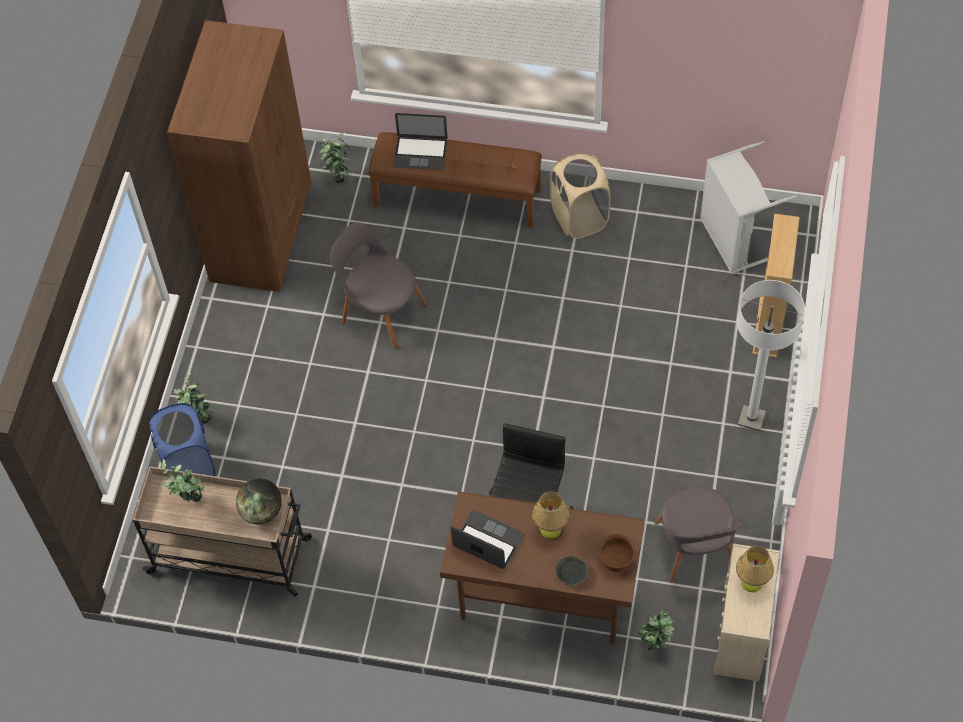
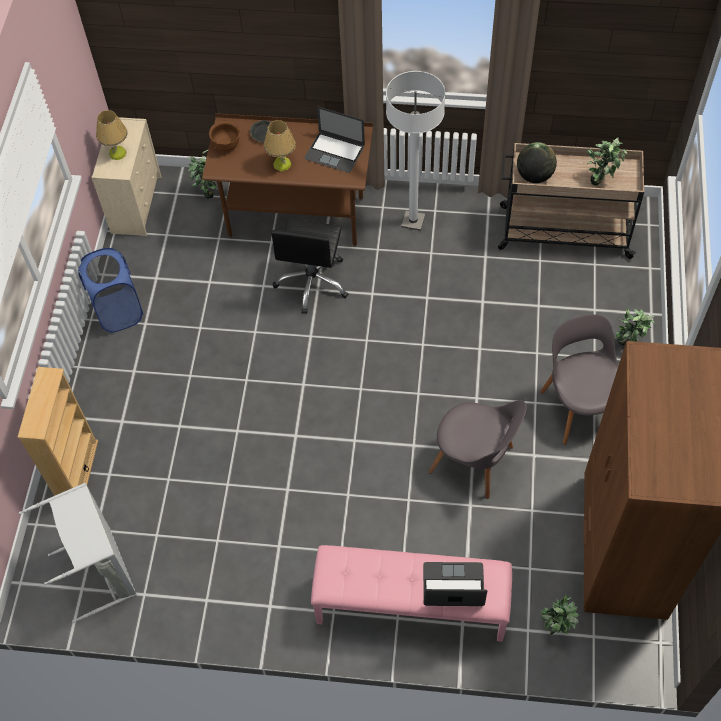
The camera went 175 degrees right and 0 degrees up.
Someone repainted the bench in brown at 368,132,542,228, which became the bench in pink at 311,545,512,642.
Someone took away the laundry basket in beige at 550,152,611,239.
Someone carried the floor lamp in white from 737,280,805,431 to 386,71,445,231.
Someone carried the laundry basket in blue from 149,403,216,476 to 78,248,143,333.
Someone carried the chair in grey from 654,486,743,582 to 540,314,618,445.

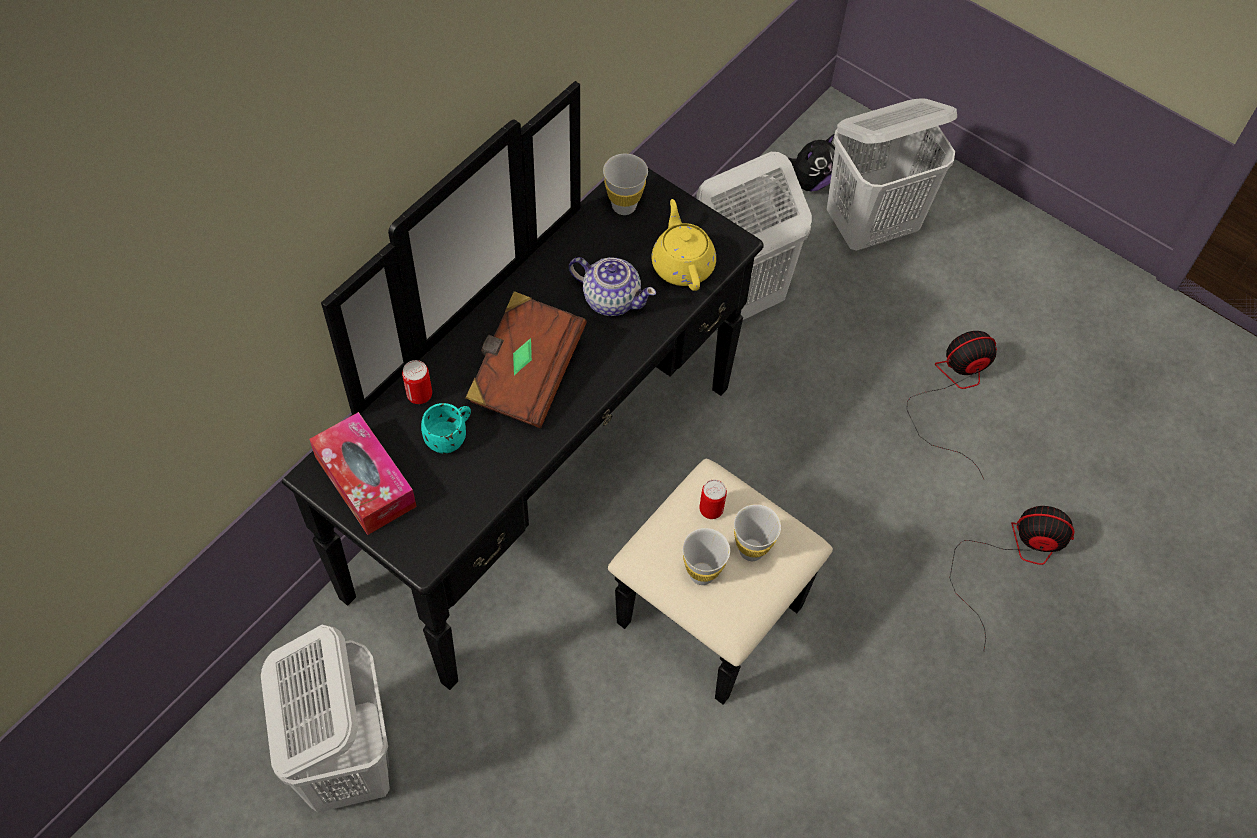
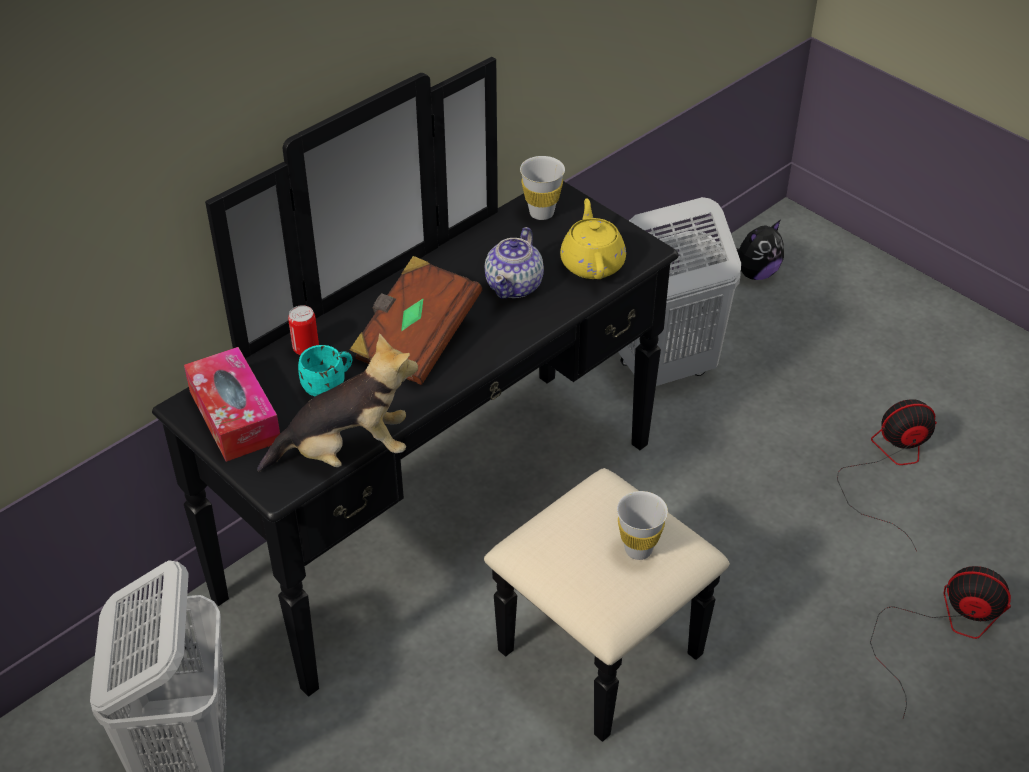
The camera went 10 degrees right and 15 degrees down.
Someone took away the laundry basket in white at 827,98,957,251.
Someone rotated the teapot at 569,257,656,316 by 75 degrees clockwise.
Someone took away the can at 699,480,727,519.
Someone took away the cup in white at 682,528,730,585.
Someone put down the plush toy at 257,333,418,472.

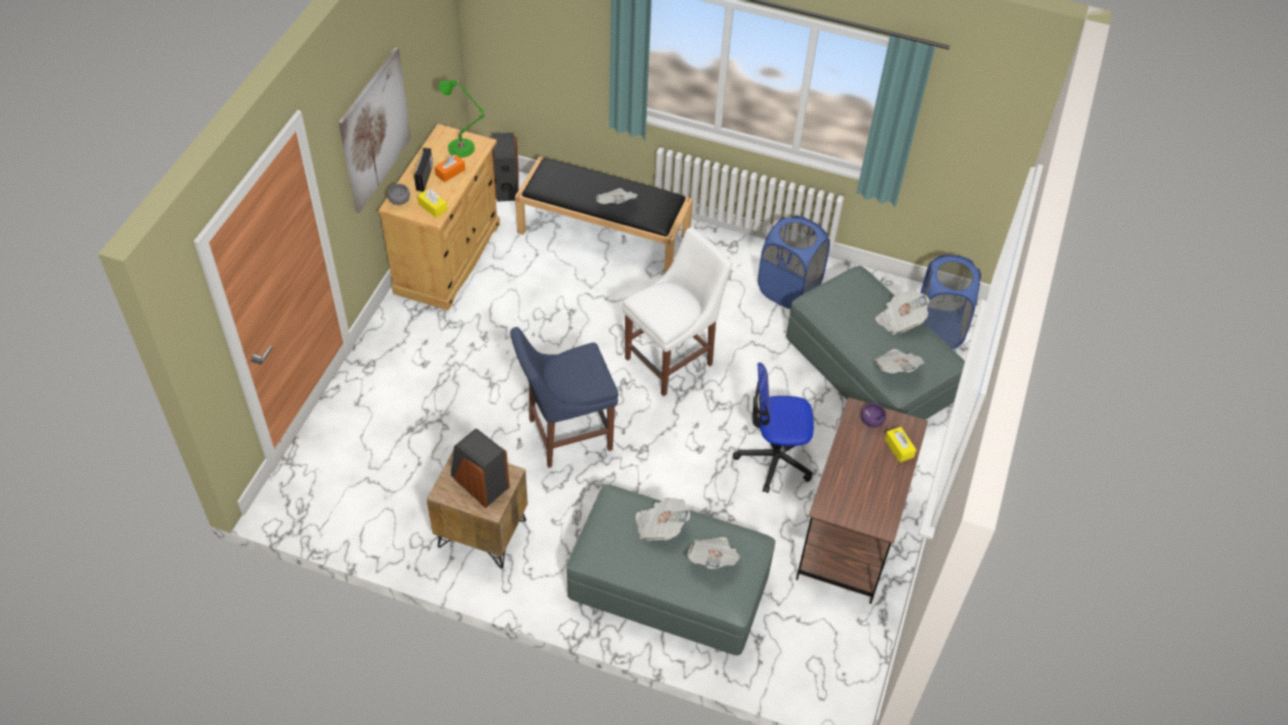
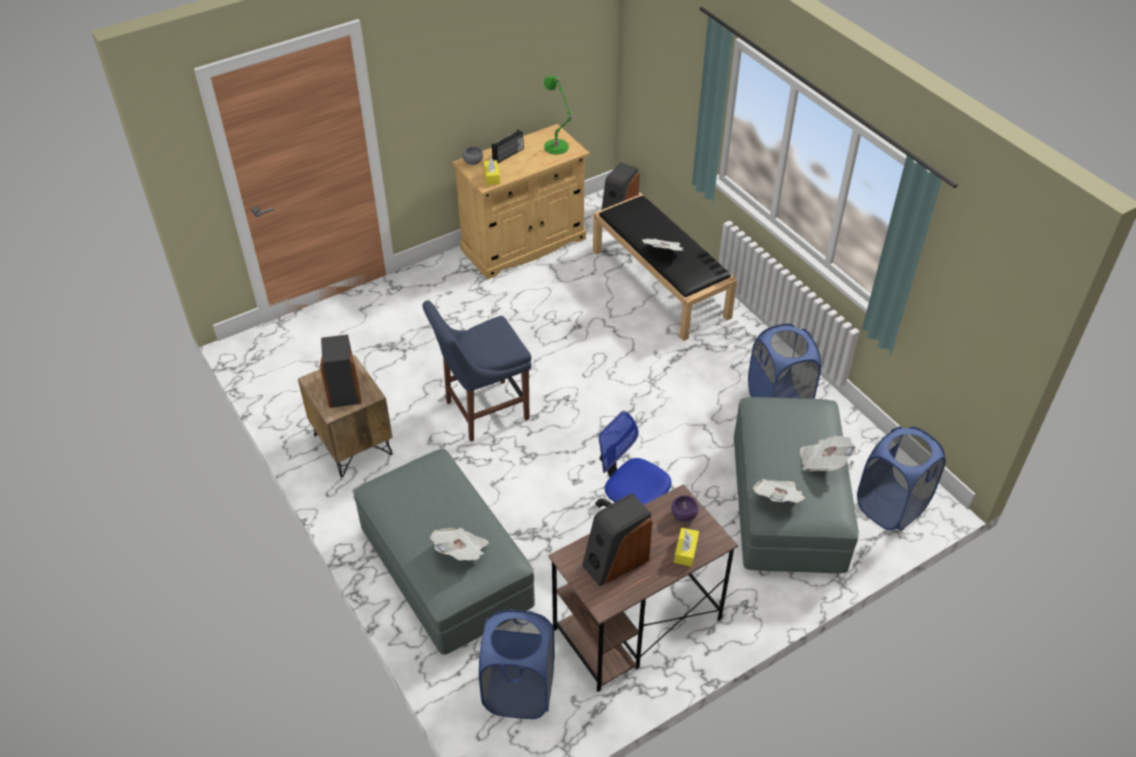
The camera went 40 degrees right and 5 degrees down.
Someone took away the picture at 339,47,411,213.
Someone took away the tissue box in orange at 435,154,465,182.
Someone took away the chair in white at 623,227,732,396.
Someone rotated the chair in blue at 510,327,619,468 by 45 degrees counterclockwise.
Someone took away the newspaper at 636,497,690,541.
Someone put down the speaker at 582,493,652,586.
Someone put down the laundry basket in blue at 479,609,555,719.

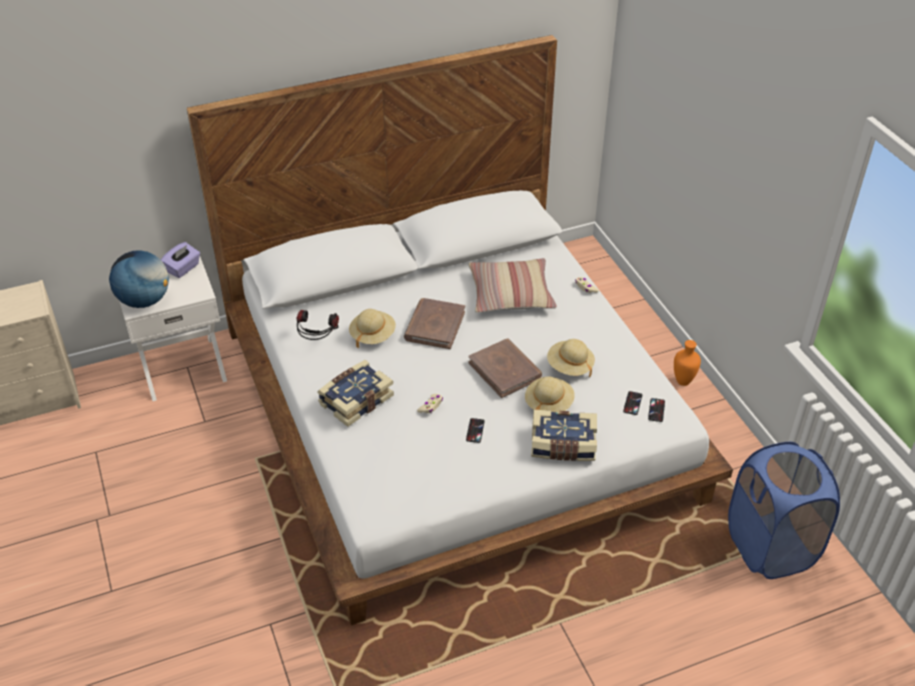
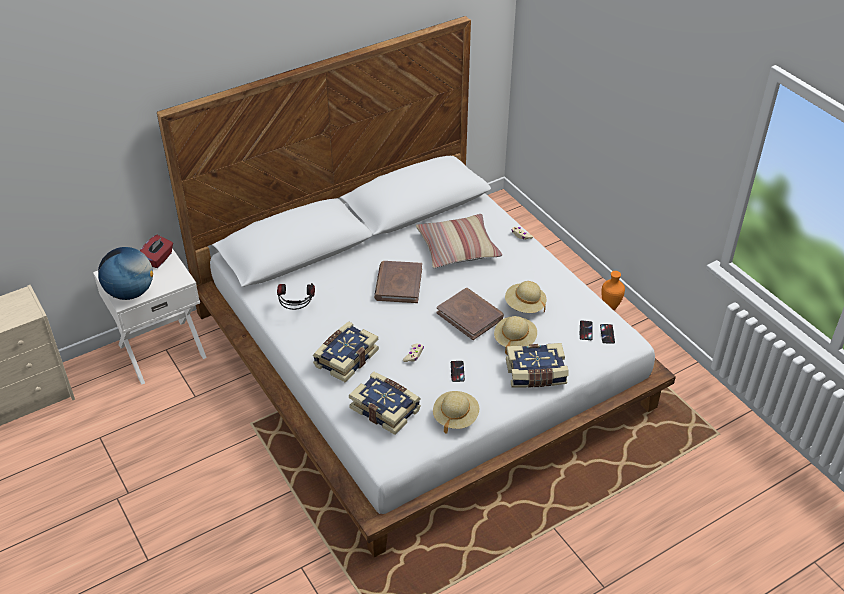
The camera went 10 degrees left and 0 degrees up.
Someone repainted the tissue box in purple at 161,242,200,278, which became the tissue box in red at 140,235,173,268.
Someone carried the hat in beige from 349,309,396,349 to 433,391,479,434.
Someone took away the laundry basket in blue at 728,442,840,579.
Someone put down the book at 349,372,421,435.

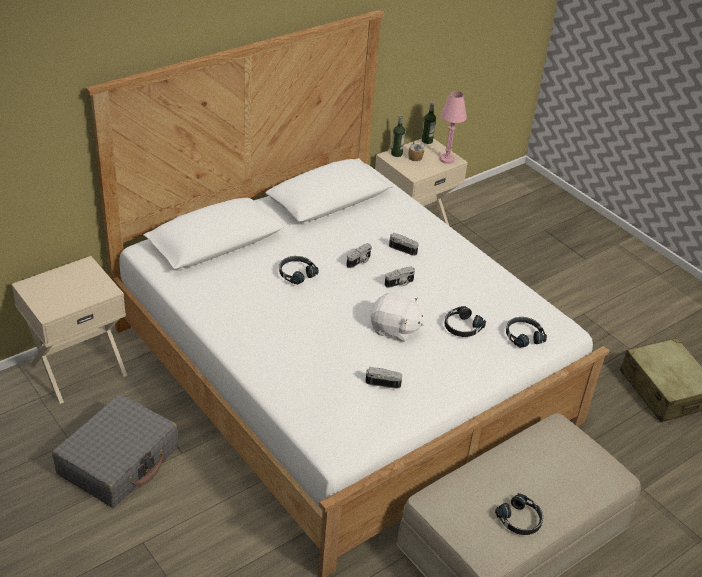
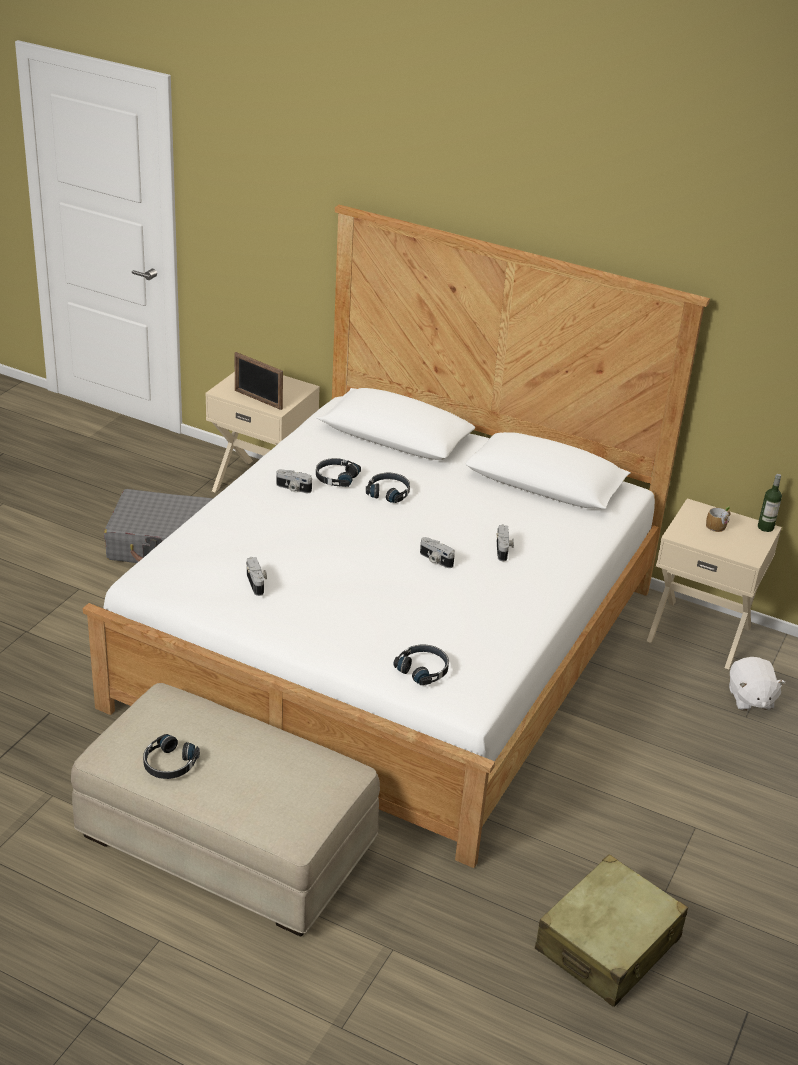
The camera went 65 degrees right and 5 degrees down.
Someone took away the table lamp in pink at 440,91,467,164.
Someone took away the bottle at 391,115,405,157.
Someone carried the photo camera from 346,243,372,268 to 276,469,312,493.
Someone carried the plush toy in white from 370,292,425,342 to 729,657,786,711.
Someone carried the headphones in black from 445,306,486,337 to 316,458,361,487.
Someone put down the picture frame at 234,352,283,410.

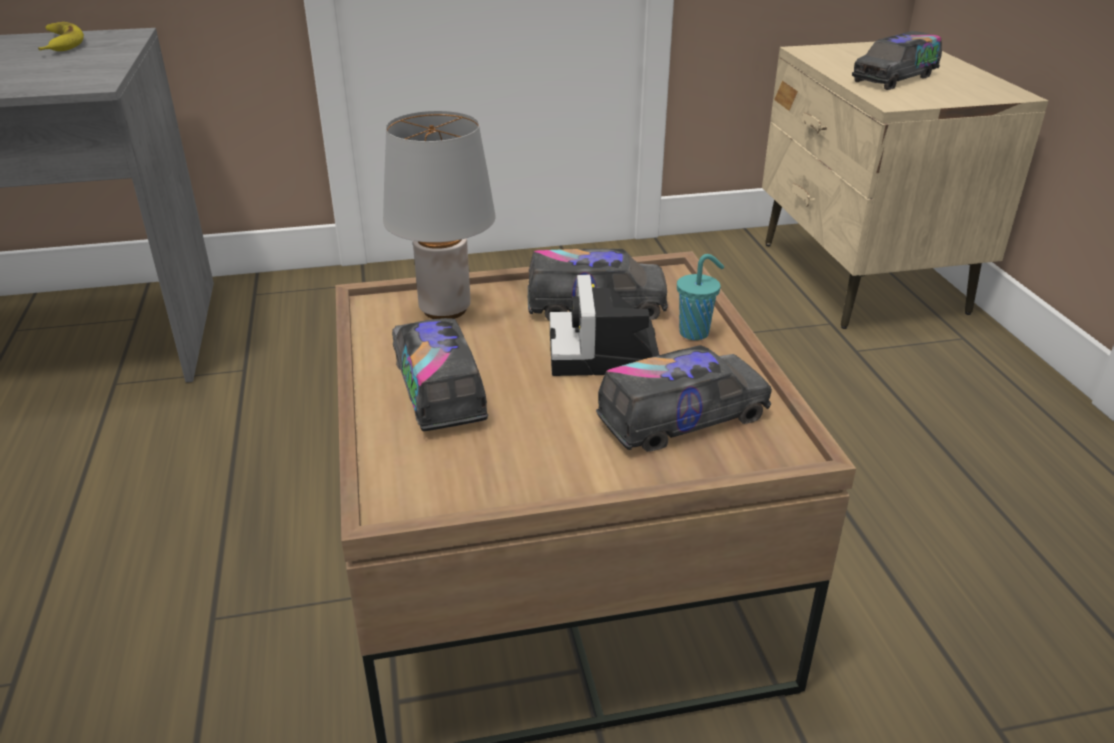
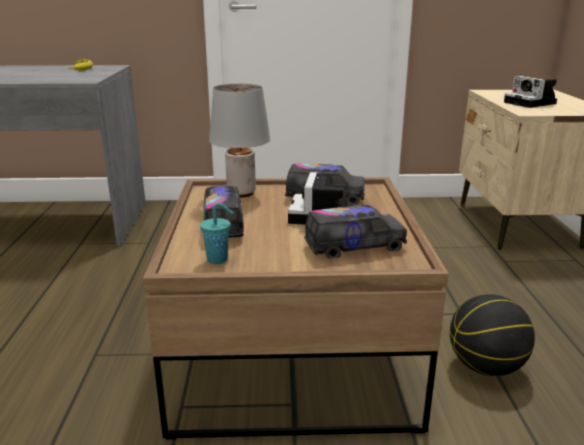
The camera went 10 degrees right and 10 degrees down.
Someone swapped the toy truck at 852,31,942,90 for the photo camera at 504,76,557,108.
Someone carried the cup in turquoise from 677,254,724,340 to 200,203,233,264.
Someone put down the basketball at 450,294,535,376.

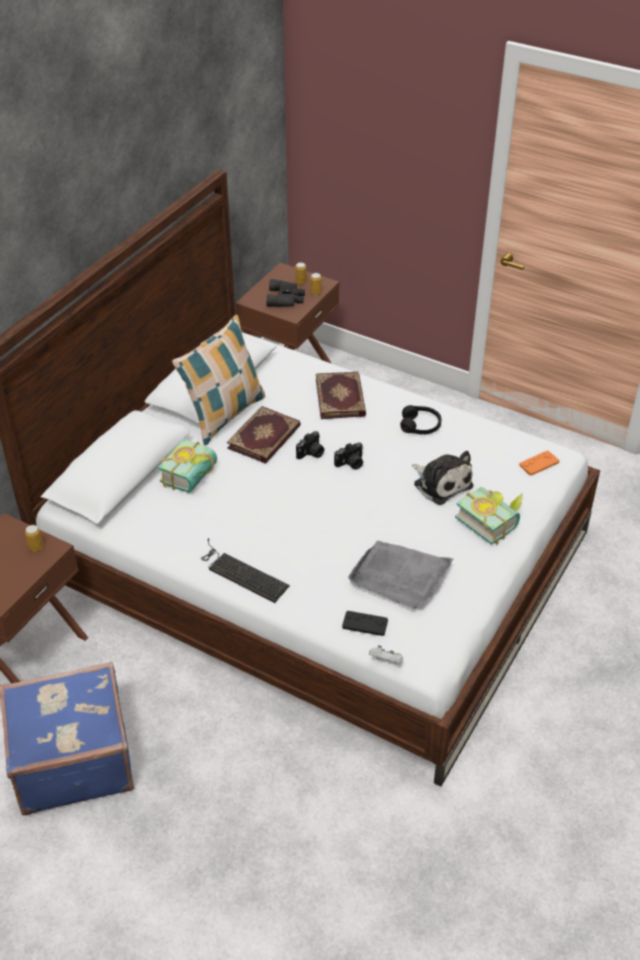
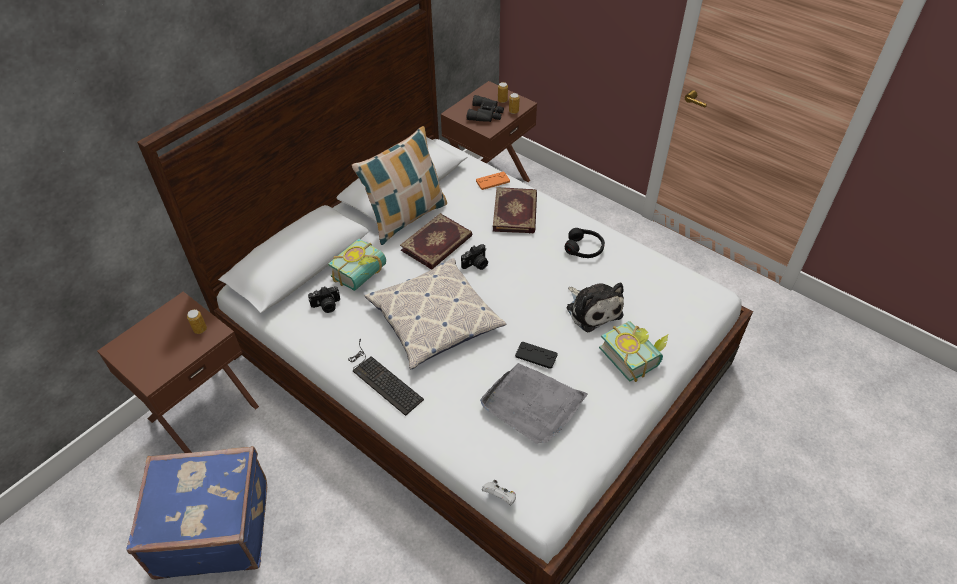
The camera went 10 degrees right and 5 degrees up.
Someone carried the photo camera from 334,442,363,470 to 308,286,340,313.
Someone carried the game controller in orange from 519,451,559,476 to 476,172,510,190.
Someone carried the game controller in black from 342,611,388,636 to 515,342,558,369.
Someone put down the pillow at 365,258,506,369.

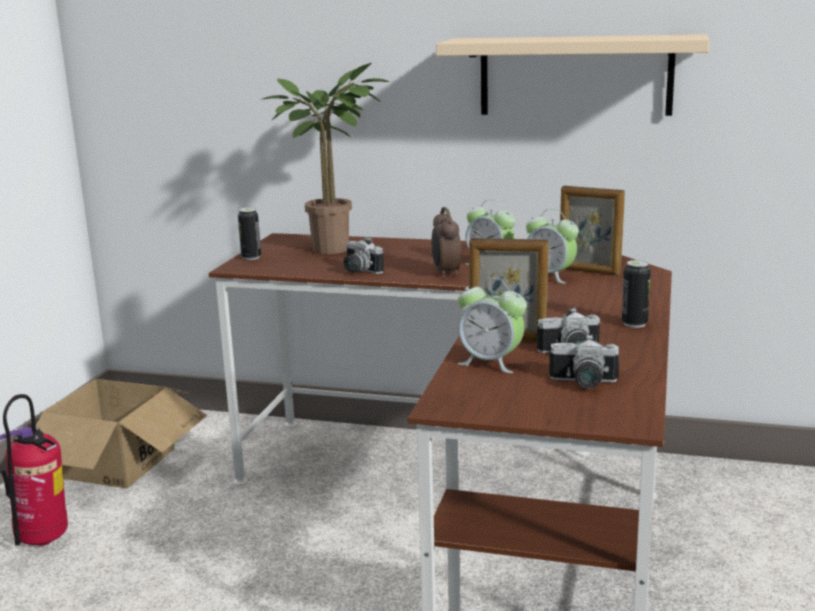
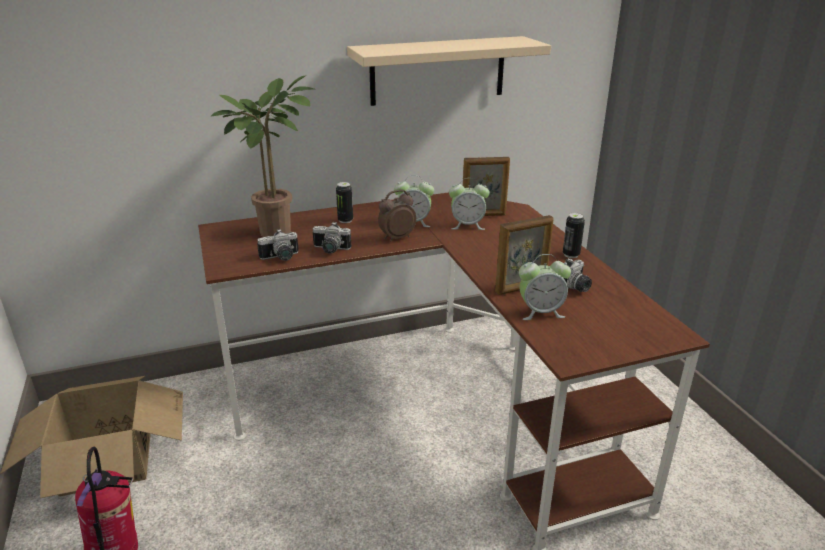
The camera went 35 degrees left and 10 degrees up.
Someone rotated the alarm clock at 432,207,461,278 by 105 degrees clockwise.
Someone carried the can from 238,208,261,260 to 336,182,353,223.
Someone carried the photo camera from 549,334,619,388 to 257,229,299,261.

